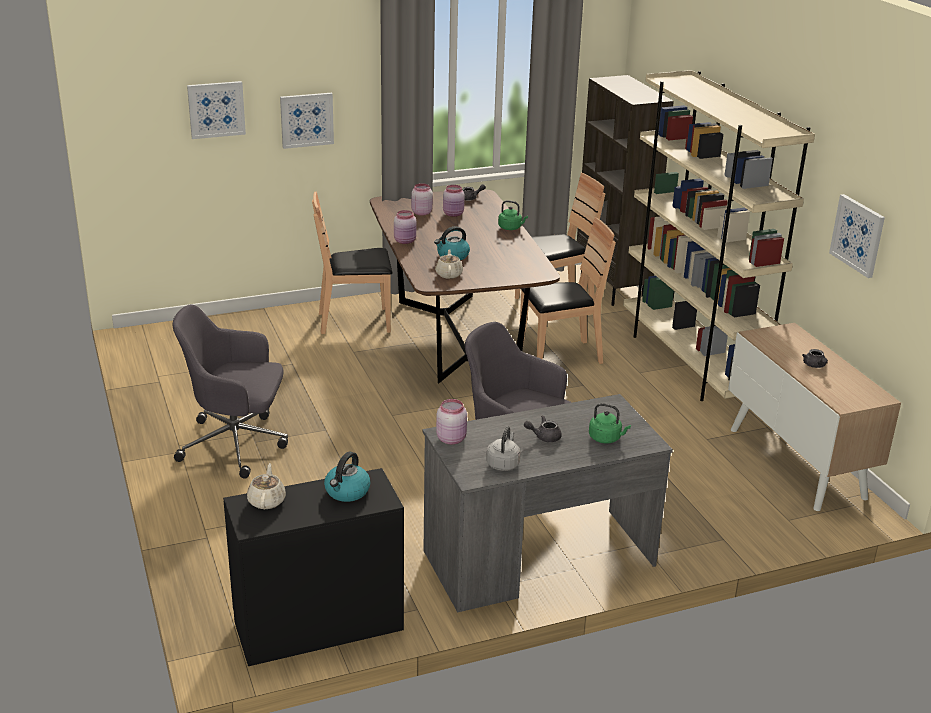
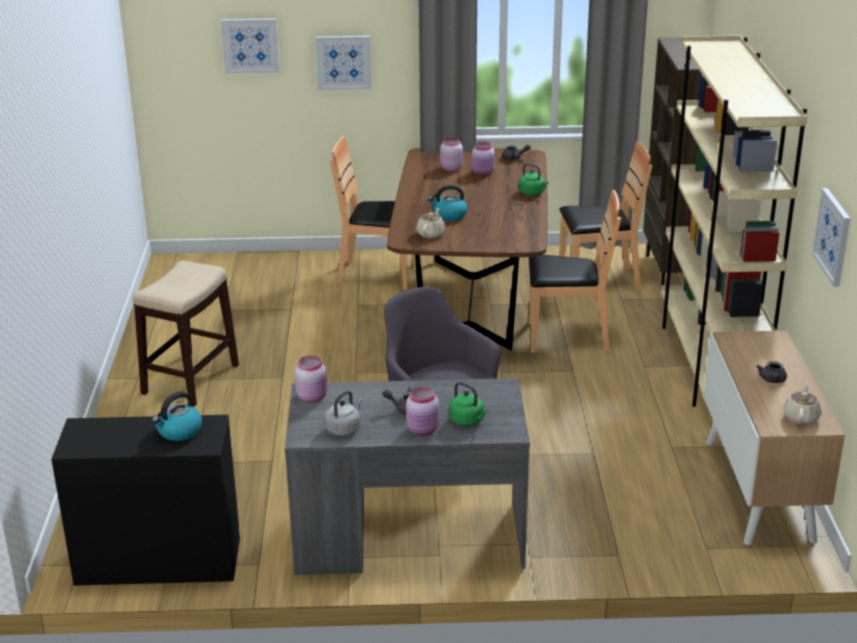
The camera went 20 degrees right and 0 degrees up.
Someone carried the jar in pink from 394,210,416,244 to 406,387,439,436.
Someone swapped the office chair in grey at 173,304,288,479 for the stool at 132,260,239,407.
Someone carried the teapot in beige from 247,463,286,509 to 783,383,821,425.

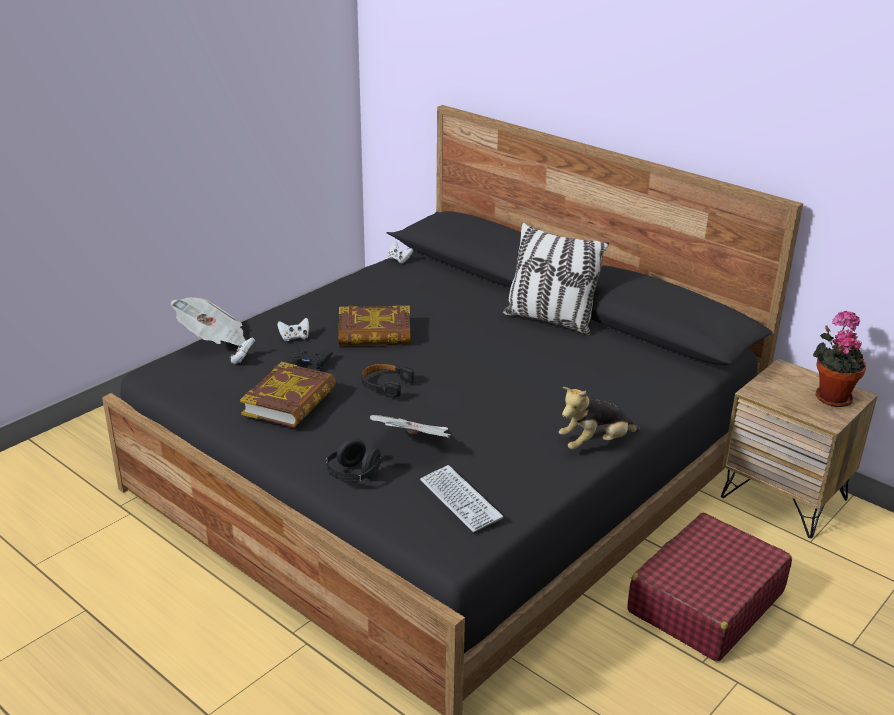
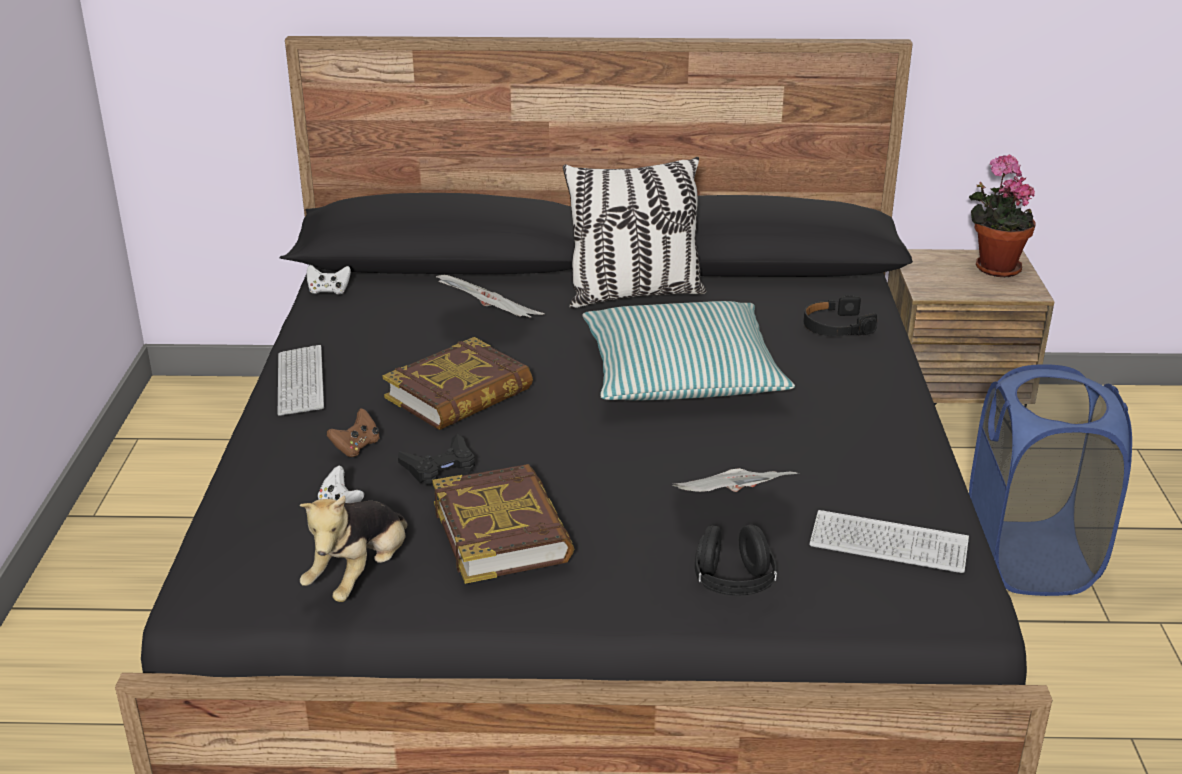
The camera went 40 degrees left and 0 degrees up.
Someone carried the newspaper from 171,297,246,346 to 436,275,544,318.
Someone repainted the game controller in white at 278,318,309,341, which became the game controller in brown at 327,408,380,457.
Someone carried the headphones in black from 361,363,414,397 to 804,295,877,336.
Someone carried the plush toy from 559,387,640,450 to 300,495,408,602.
Someone swapped the suitcase in red at 627,513,792,662 for the laundry basket in blue at 969,364,1132,596.
Someone put down the pillow at 582,301,795,401.
Someone put down the keyboard at 278,345,324,416.

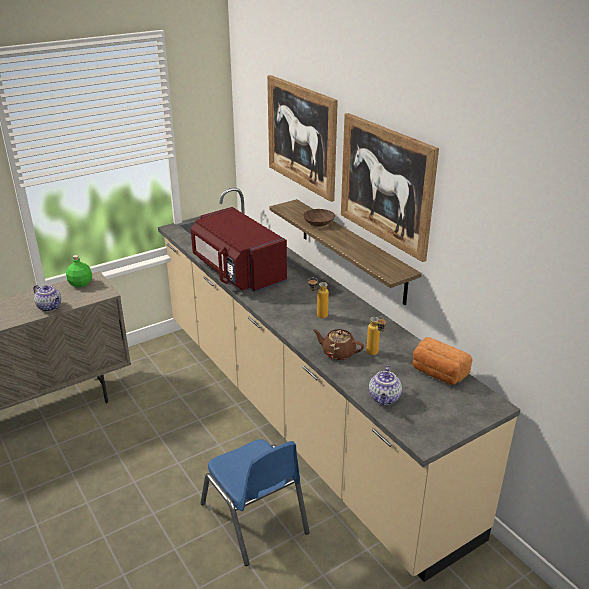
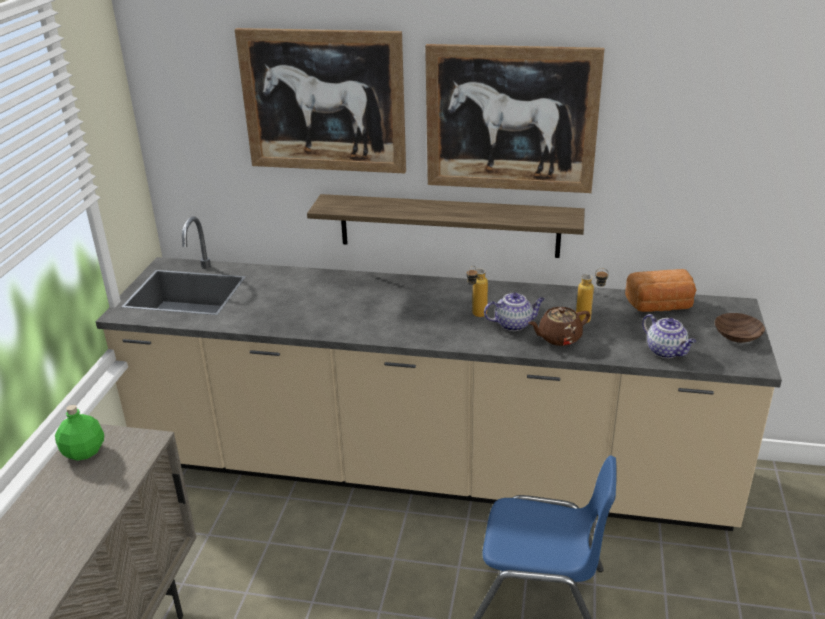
The camera went 45 degrees left and 0 degrees up.
Someone took away the microwave in red at 191,207,287,293.
Someone carried the bowl in brown from 303,209,335,227 to 715,313,765,343.
Someone carried the teapot from 33,285,61,311 to 484,293,545,331.

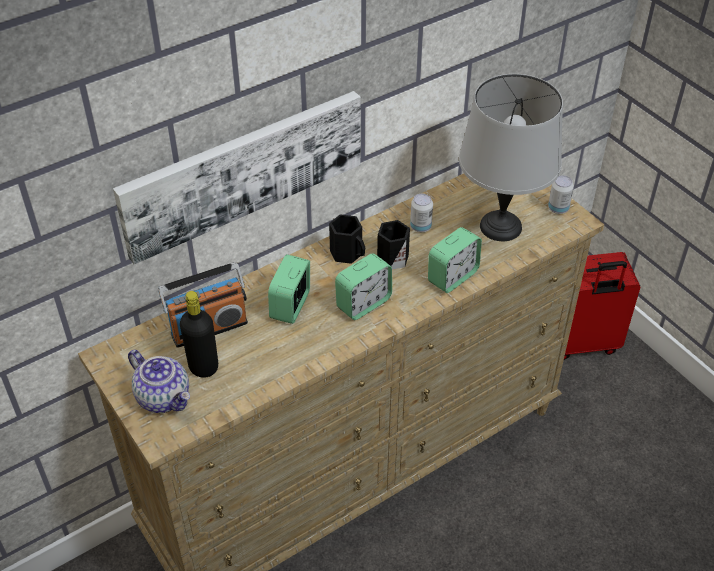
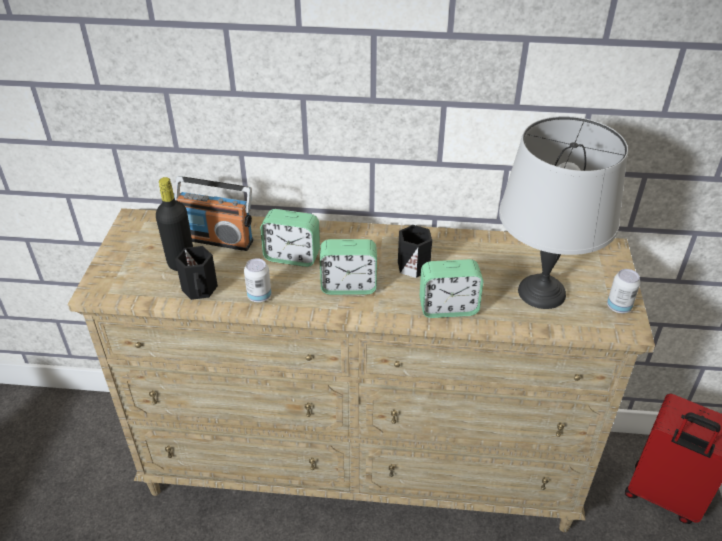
The camera went 40 degrees right and 5 degrees down.
Someone took away the picture at 113,91,361,265.
Someone carried the can from 410,194,433,232 to 244,258,272,302.
Someone carried the mug in black from 329,214,365,264 to 175,246,218,300.
Someone rotated the alarm clock at 268,254,310,324 by 135 degrees counterclockwise.
Someone took away the teapot at 128,350,190,413.

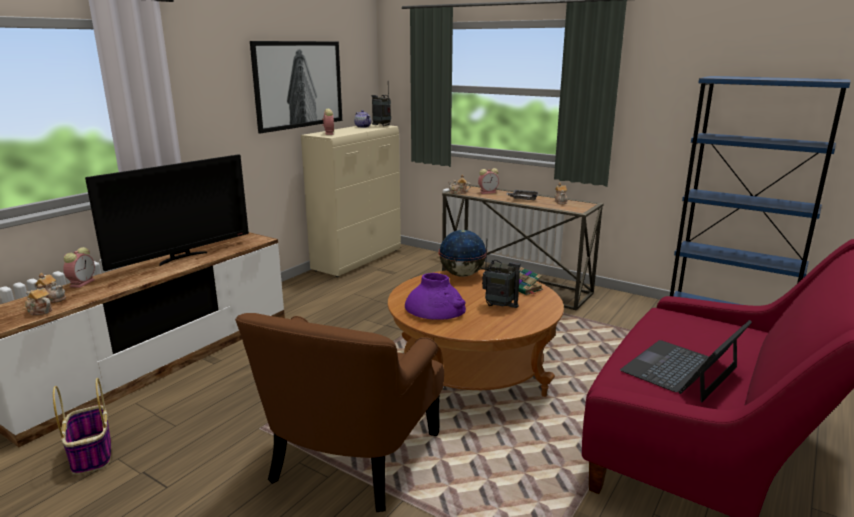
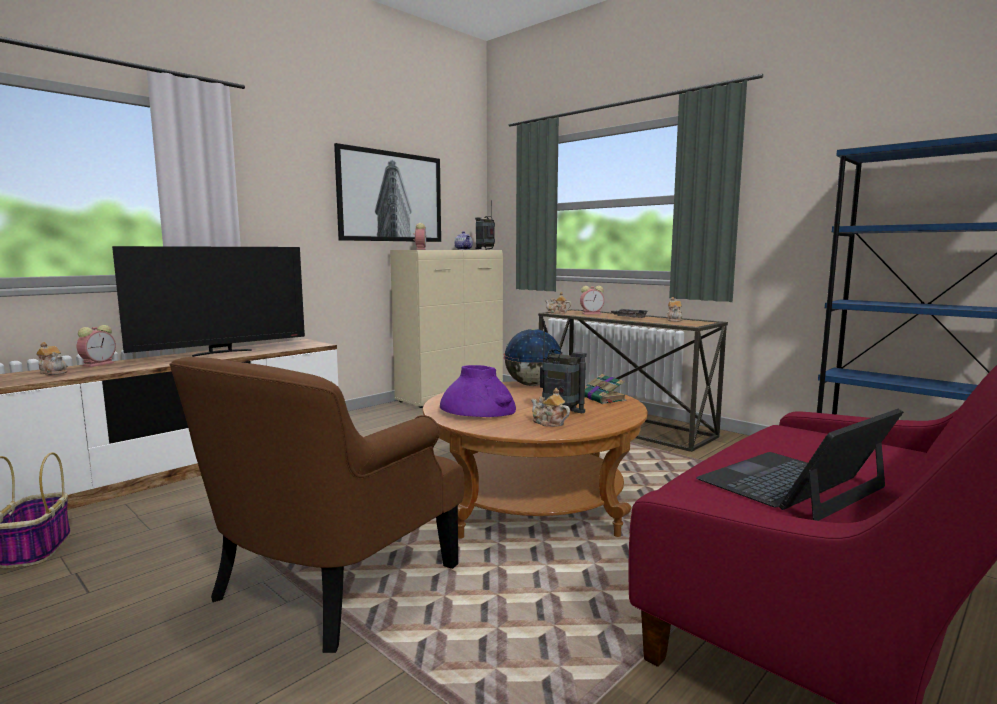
The camera went 10 degrees right and 10 degrees down.
Someone carried the teapot from 25,284,52,315 to 531,388,570,427.

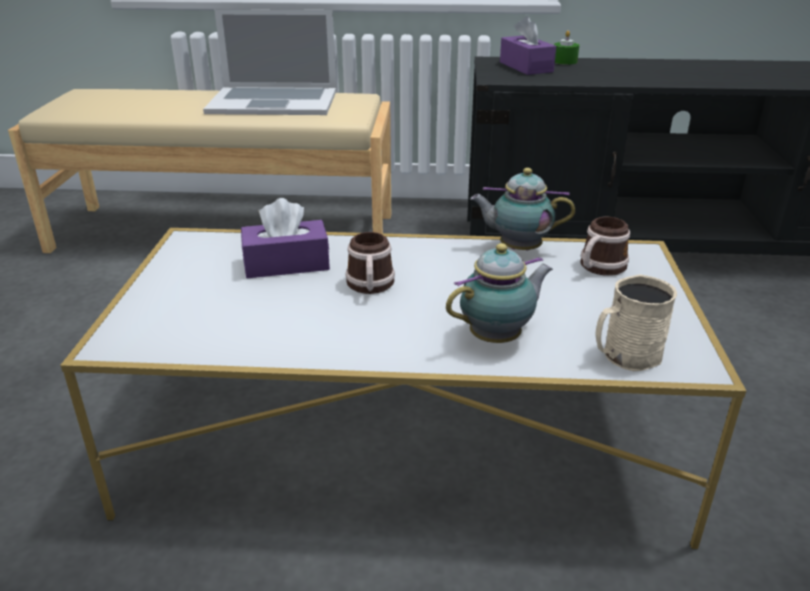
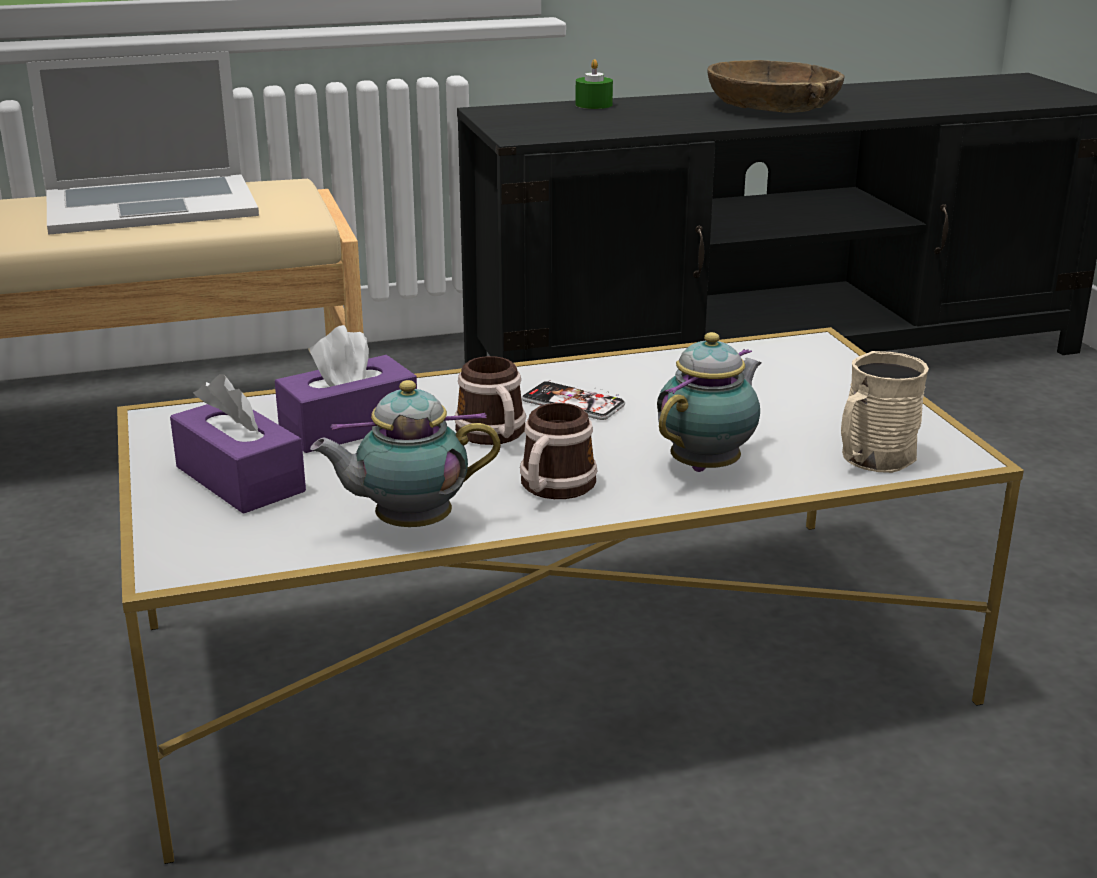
The camera went 20 degrees left and 5 degrees down.
Someone carried the tissue box in purple from 500,16,556,75 to 170,374,306,514.
Someone carried the teapot from 470,168,575,250 to 310,380,501,527.
Someone carried the mug from 580,217,630,276 to 520,403,598,499.
Someone put down the bowl in brown at 708,60,845,113.
Someone put down the phone at 522,380,625,420.

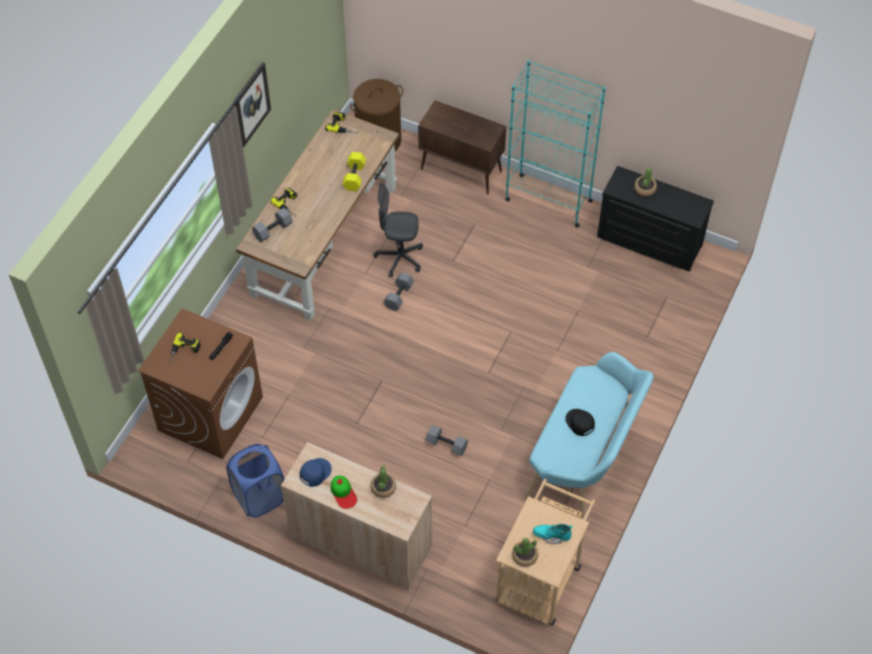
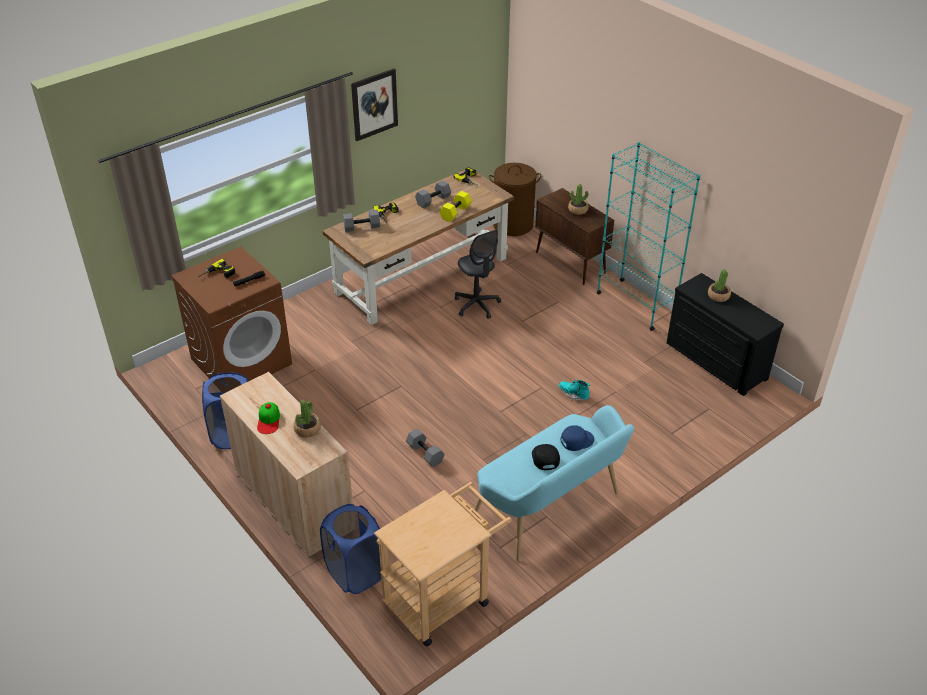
The camera went 25 degrees right and 15 degrees down.
Someone rotated the office chair in grey at 373,183,423,277 by 150 degrees counterclockwise.
Someone carried the dumbbell in grey from 383,272,414,311 to 415,180,451,208.
Someone carried the cap in blue from 300,458,332,487 to 561,425,594,451.
Someone carried the boot in turquoise from 533,524,573,544 to 559,380,590,401.
Someone carried the potted plant from 512,538,538,567 to 568,184,589,215.
Someone put down the laundry basket in blue at 320,504,382,594.

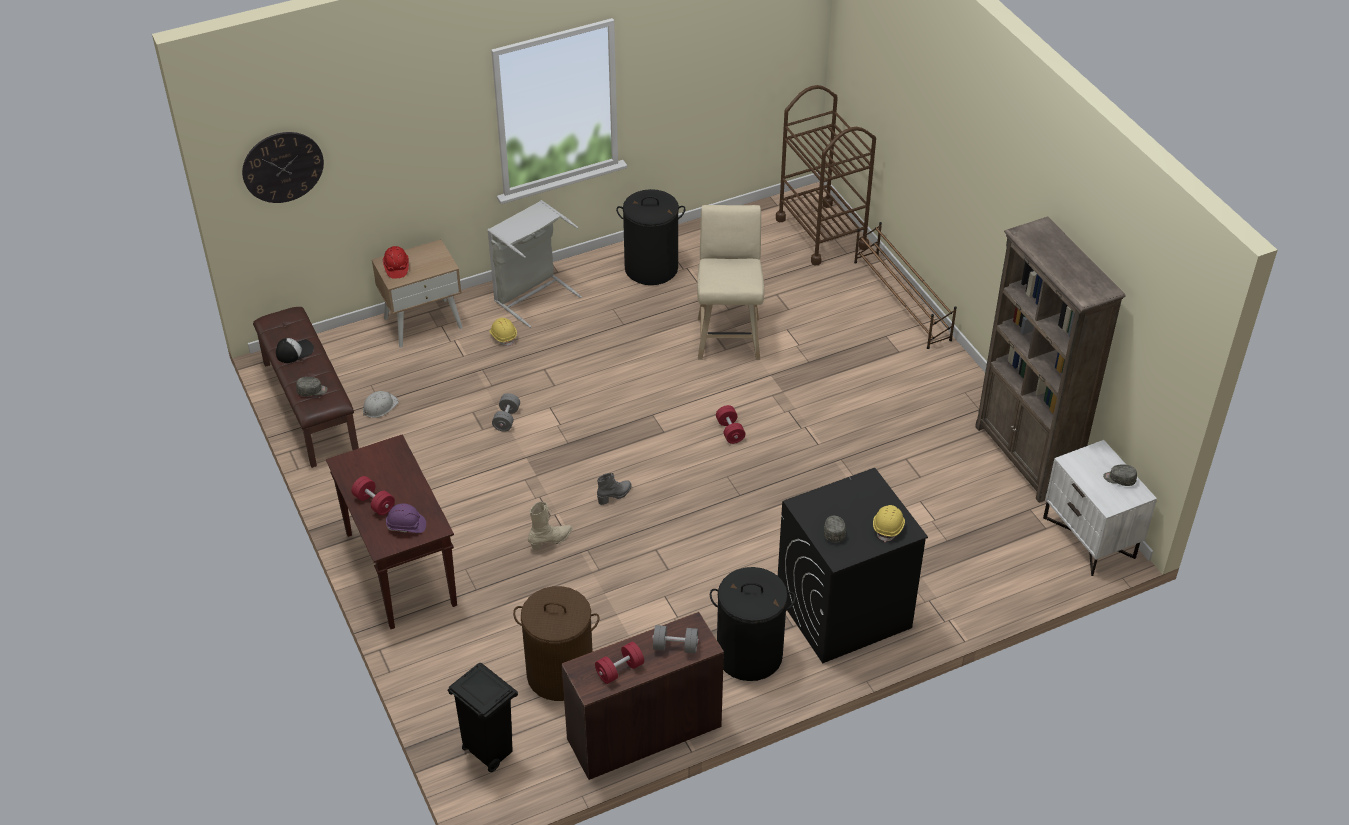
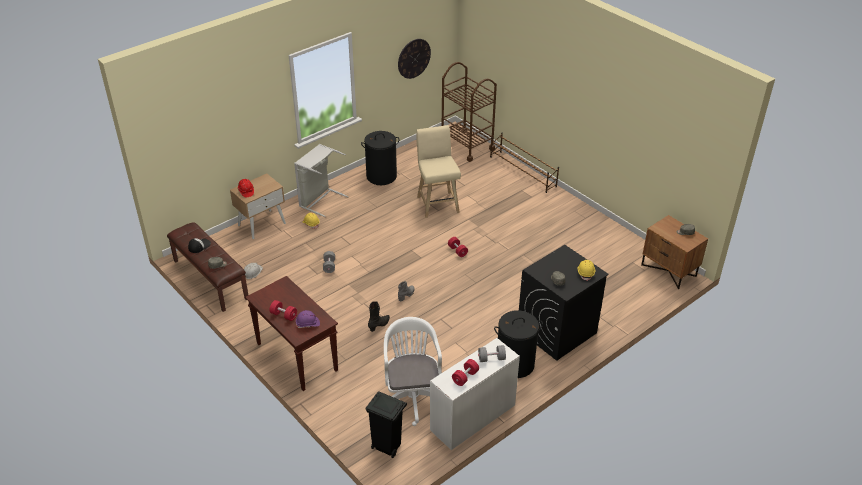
The camera went 15 degrees left and 5 degrees down.
Someone carried the wall clock from 242,132,324,203 to 398,39,431,79.
Someone took away the bookcase in brown at 975,216,1126,503.
Someone repainted the nightstand in white at 1043,440,1157,576, which became the nightstand in brown at 641,215,708,289.
Someone repainted the boot in beige at 528,502,573,550, which became the boot in black at 368,301,390,332.
Someone swapped the laundry basket in brown at 513,586,599,701 for the office chair in white at 384,317,442,426.
Someone repainted the desk in brown at 562,612,724,780, which became the desk in white at 430,338,520,450.

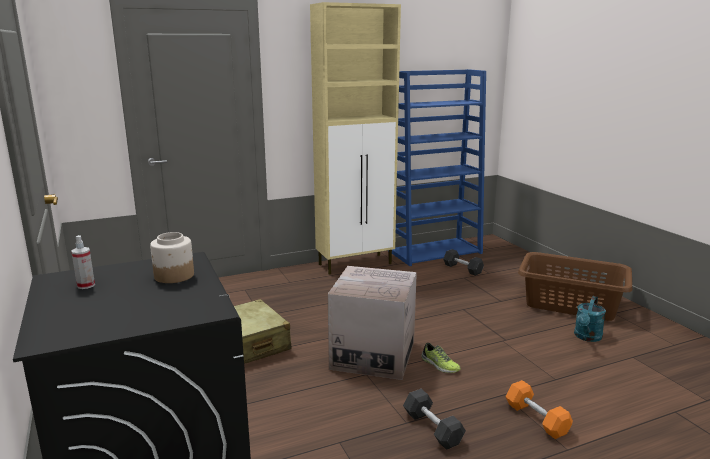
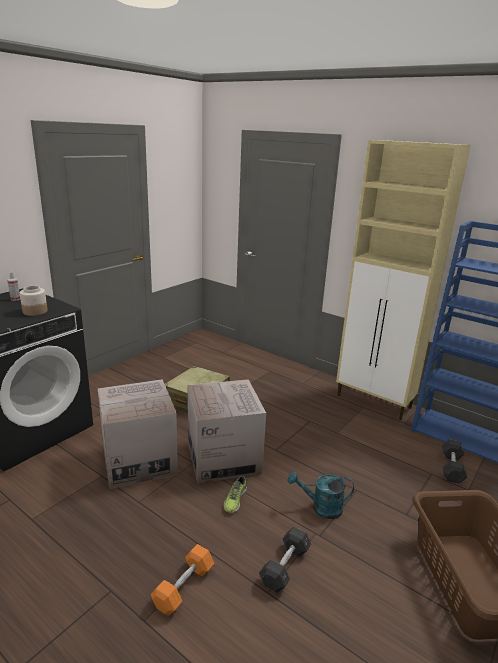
The camera went 60 degrees right and 5 degrees up.
Someone carried the watering can in turquoise from 574,296,606,342 to 288,471,354,519.
Someone carried the dumbbell in grey from 403,389,466,450 to 259,527,311,593.
Someone put down the cardboard box at 98,379,178,489.

